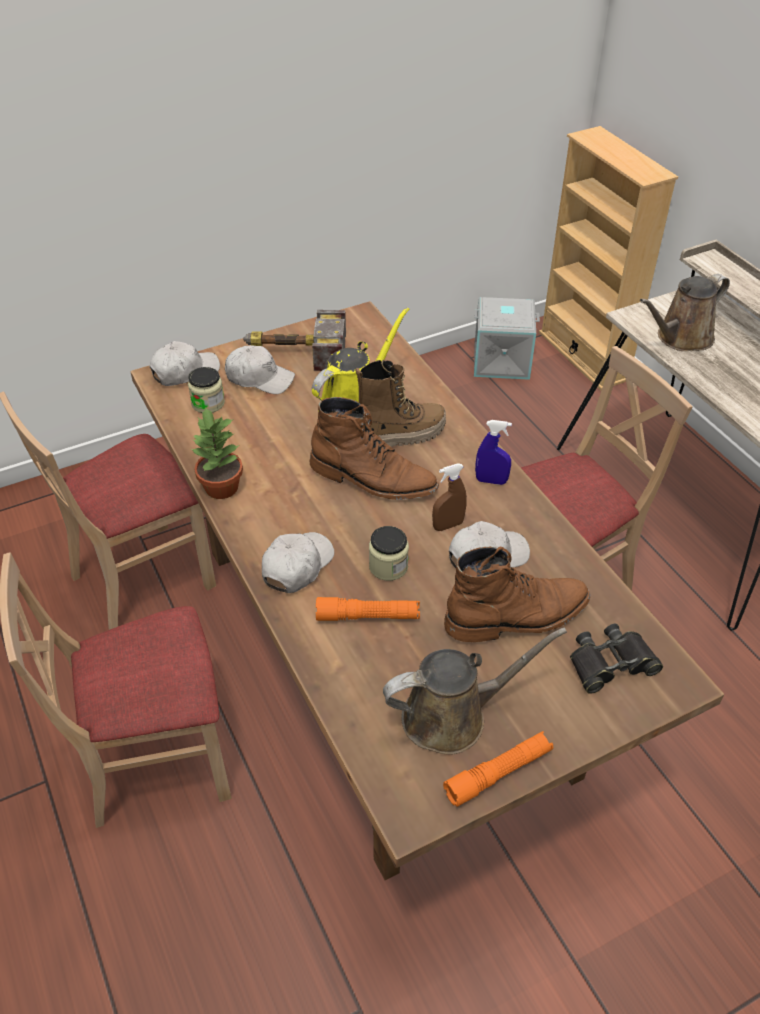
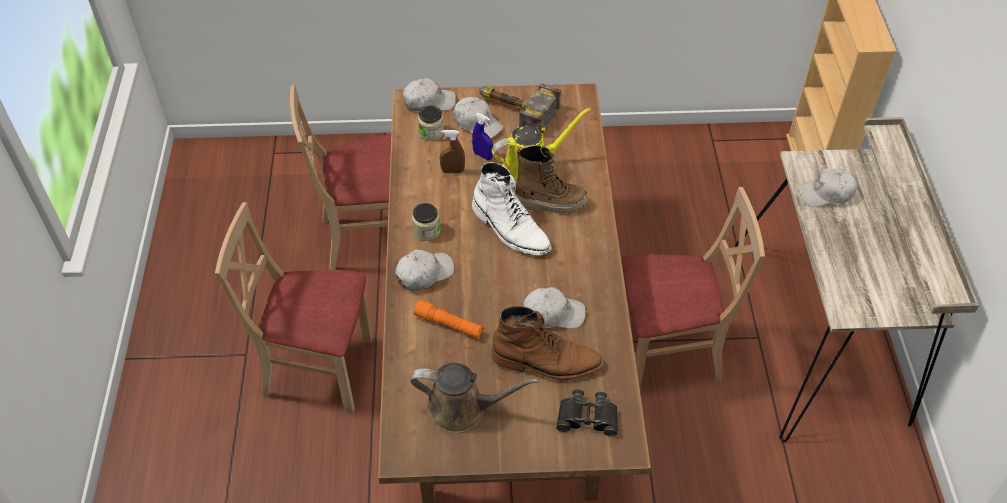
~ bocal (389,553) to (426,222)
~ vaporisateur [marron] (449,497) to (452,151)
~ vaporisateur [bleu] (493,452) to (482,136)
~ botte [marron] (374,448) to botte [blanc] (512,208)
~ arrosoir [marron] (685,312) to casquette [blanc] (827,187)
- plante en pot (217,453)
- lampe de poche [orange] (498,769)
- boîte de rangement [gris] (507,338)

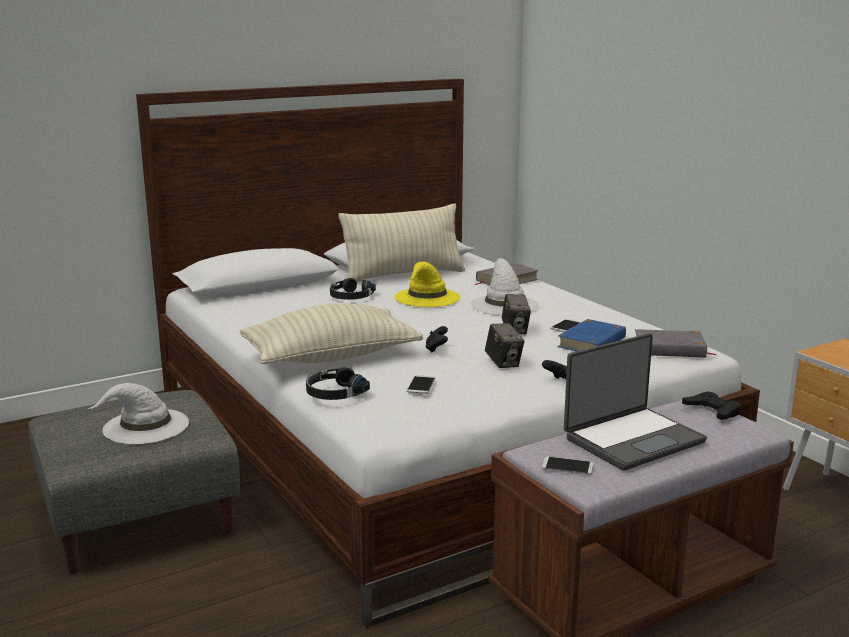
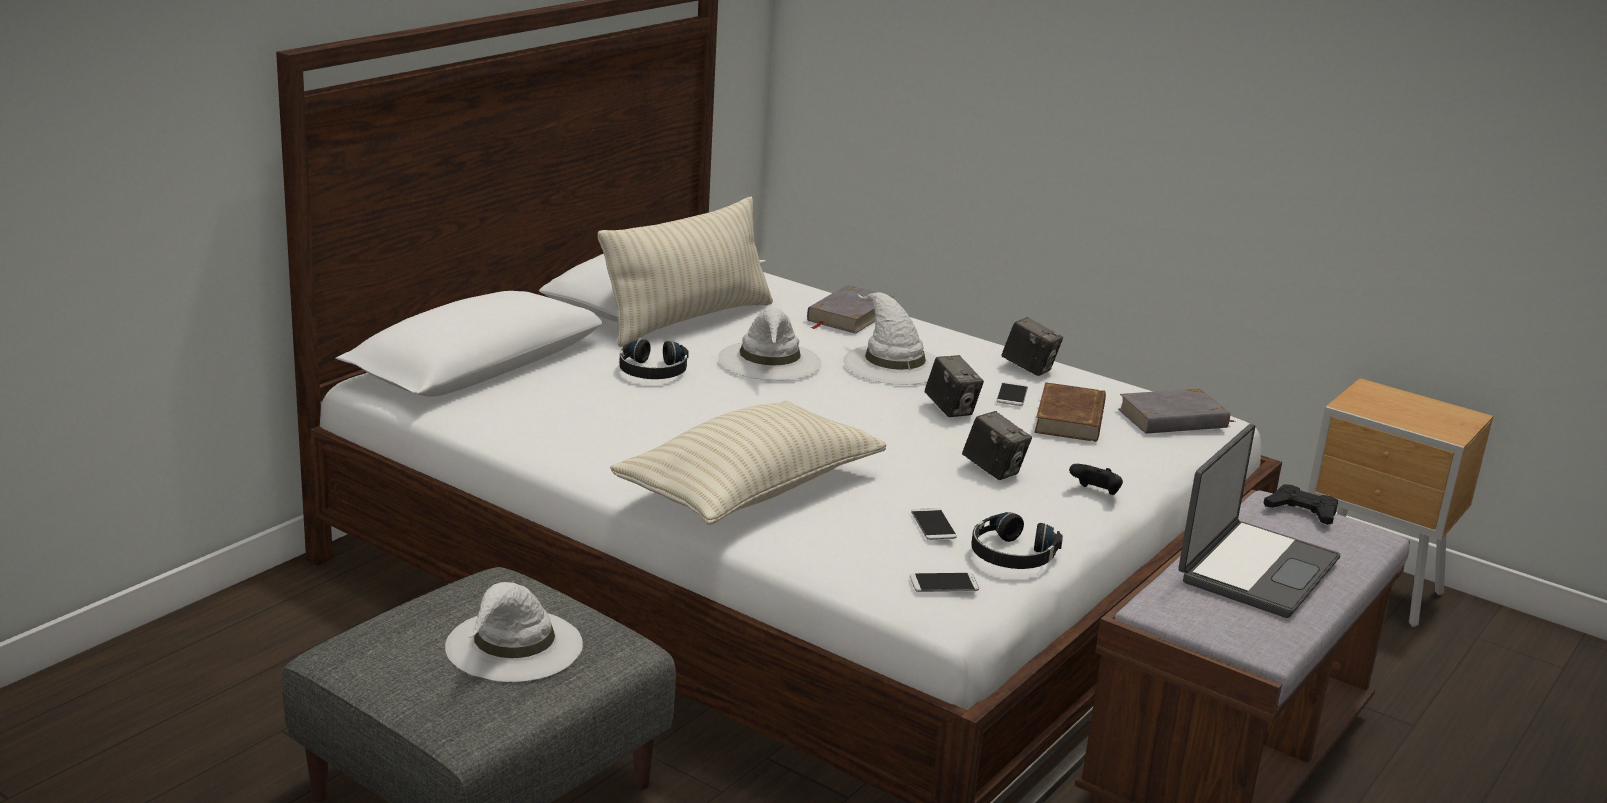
~ chapeau [jaune] (428,284) to chapeau [blanc] (769,344)
~ téléphone (568,466) to (944,582)
~ casque audio [noir] (338,383) to (1017,540)
+ appareil photo (1032,346)
~ livre [bleu] (591,335) to livre [marron] (1070,412)
- manette [noir] (437,339)

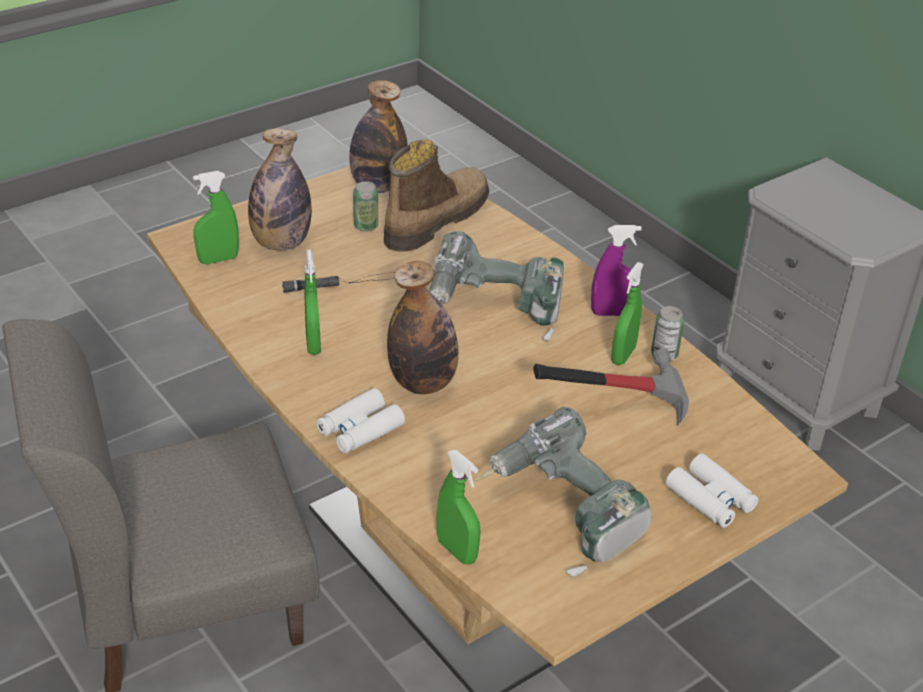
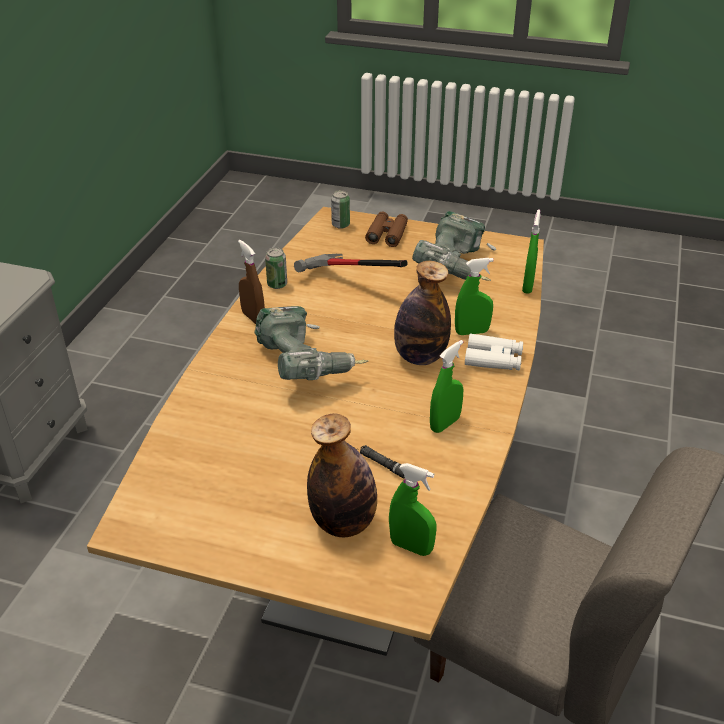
~ vaporisateur [violet] (616,270) to vaporisateur [marron] (251,282)
~ boîte métallique (365,206) to (340,209)
~ jumelles [blanc] (712,491) to jumelles [marron] (386,229)
~ vaporisateur [vert] (627,313) to (474,296)
- bouteille (378,136)
- botte (437,195)

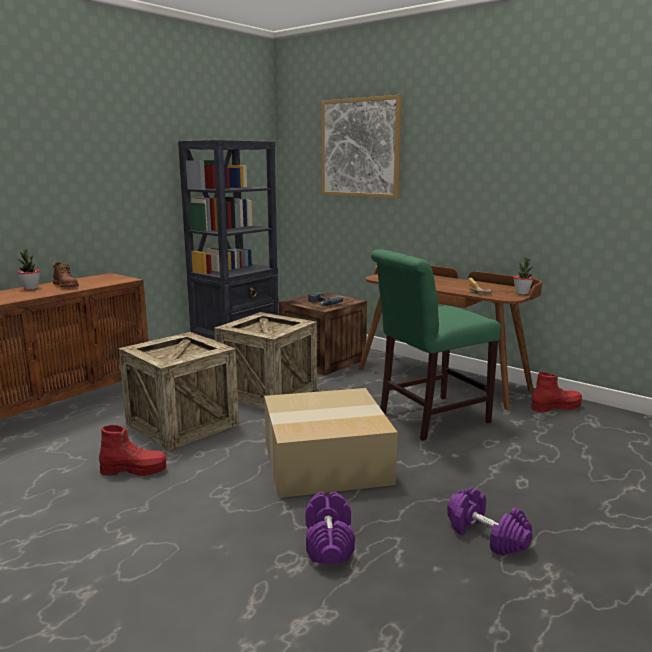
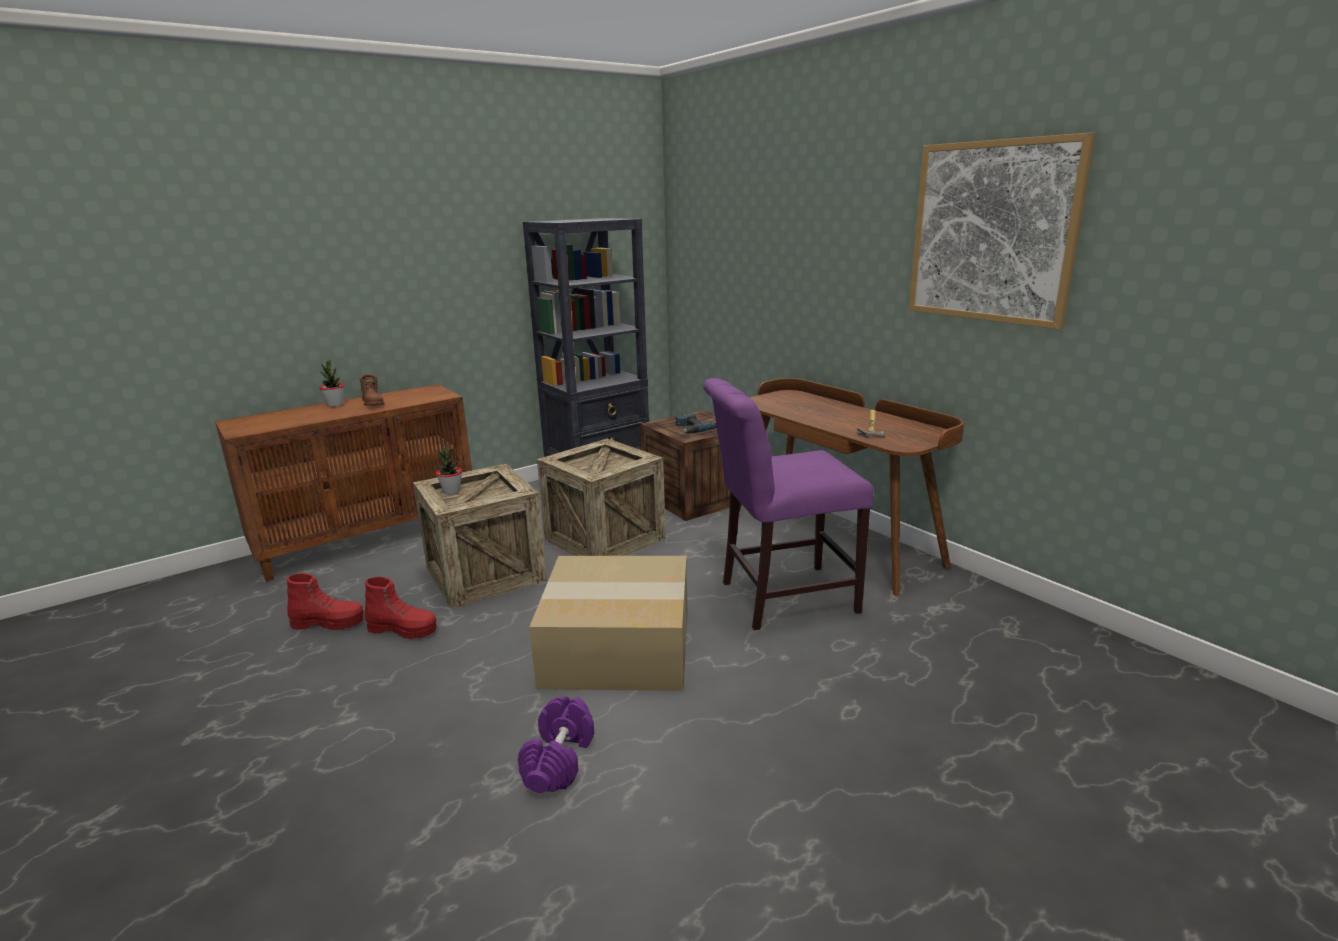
~ botte [rouge] (556,392) to (325,601)
~ plante en pot (524,276) to (449,470)
~ chaise [vert] (436,345) to chaise [violet] (788,504)
~ tableau (362,146) to (1002,230)
- haltère [violet] (490,522)

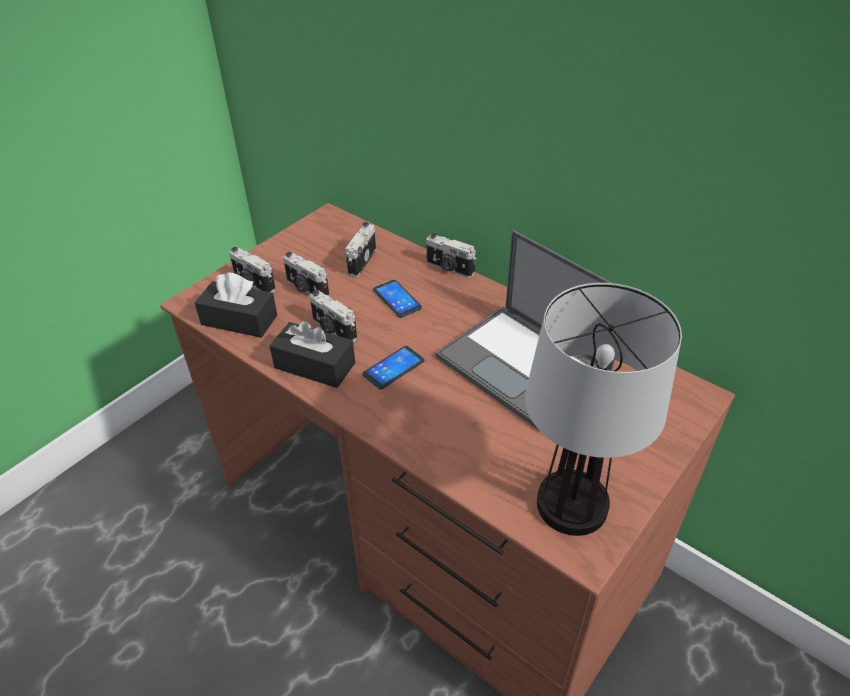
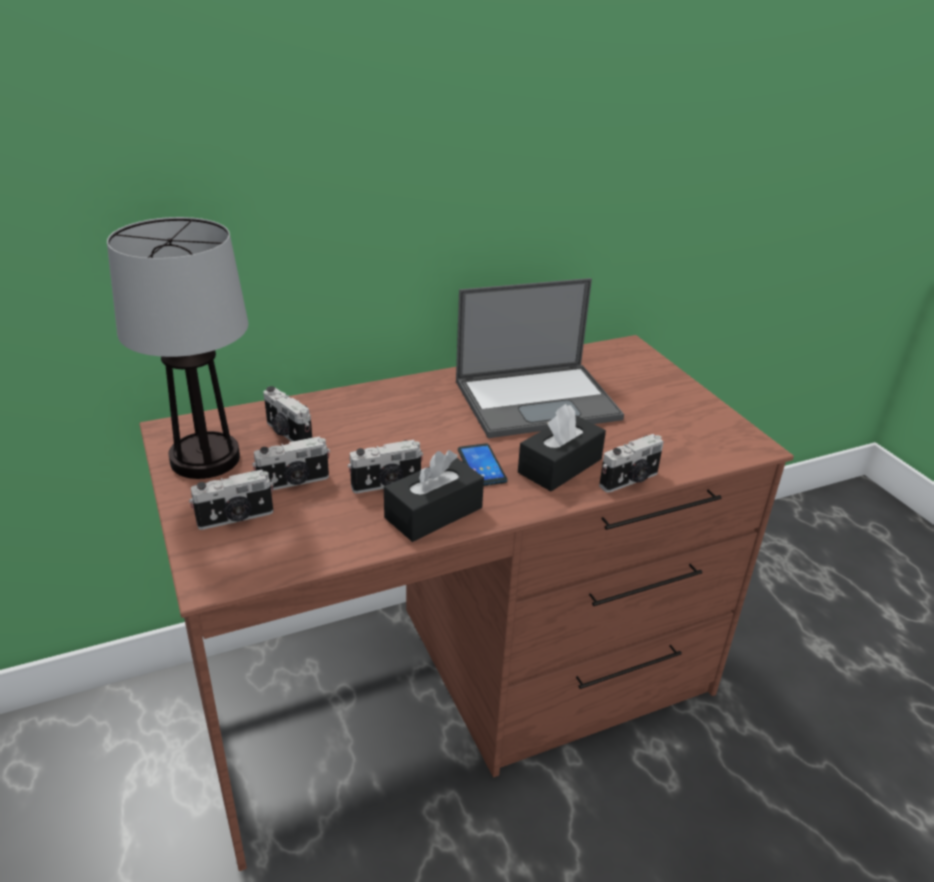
~ lampe de table (603,409) to (177,348)
~ boîte à mouchoirs [noir] (235,305) to (562,447)
~ appareil photo (451,255) to (631,463)
- téléphone (397,299)

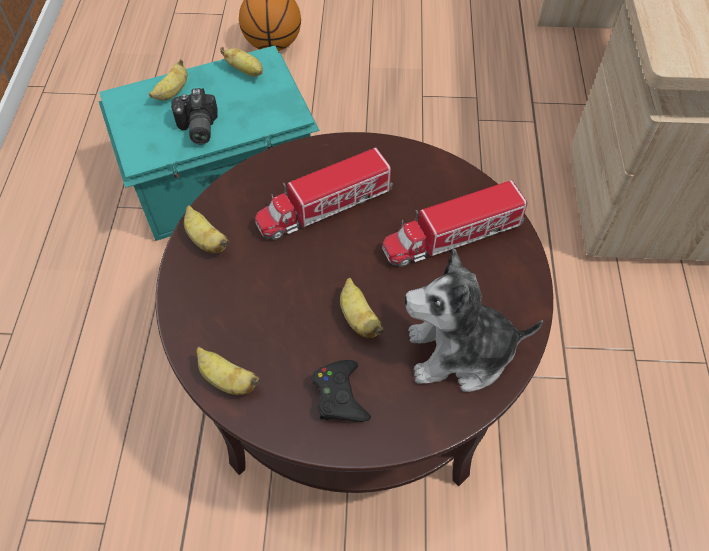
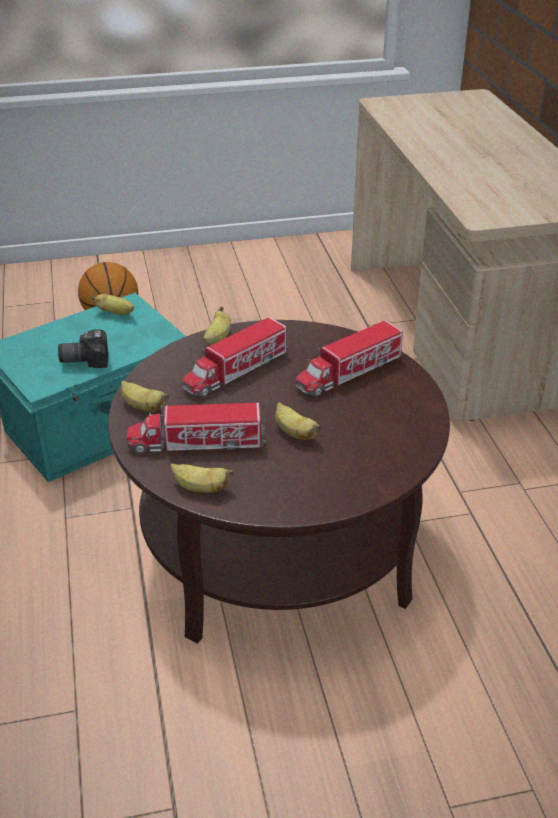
~ appareil photo (194,116) = (83,348) 105 degrees clockwise
+ camion jouet (196,428)
~ banane (168,80) to (217,326)
- manette [noir] (341,391)
- peluche (474,320)

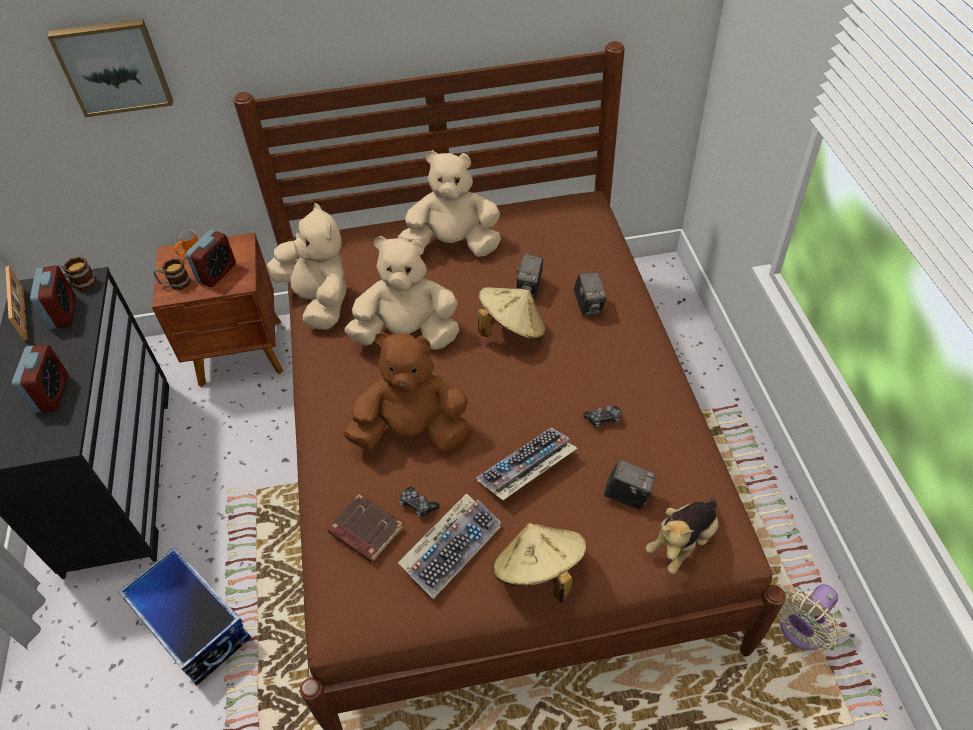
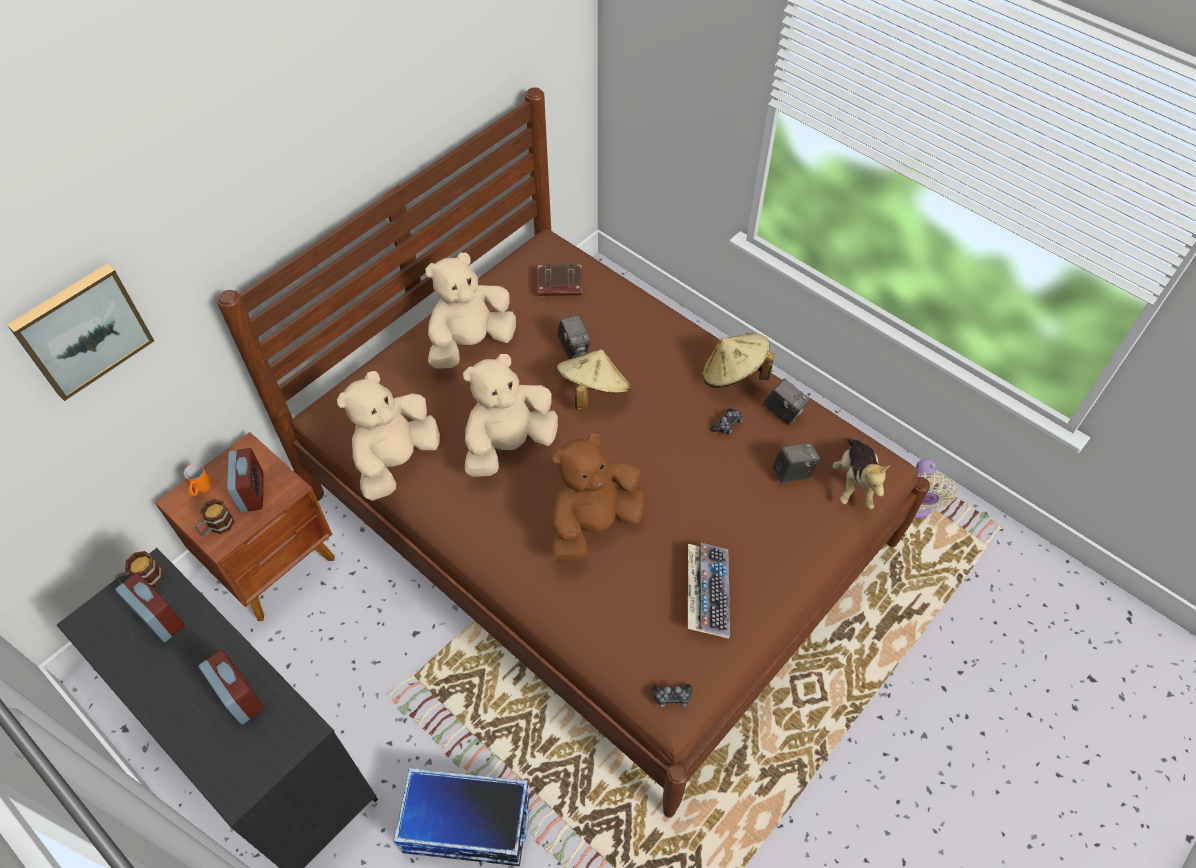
~ peluche [beige] (307,266) = (388,436) 75 degrees counterclockwise
~ livre [marron] (365,528) to (559,280)
~ manette (419,502) to (671,696)
~ chapeau [beige] (539,563) to (738,360)
~ appareil photo (590,293) to (786,402)
- cadre photo (17,303)
- clavier (527,463)

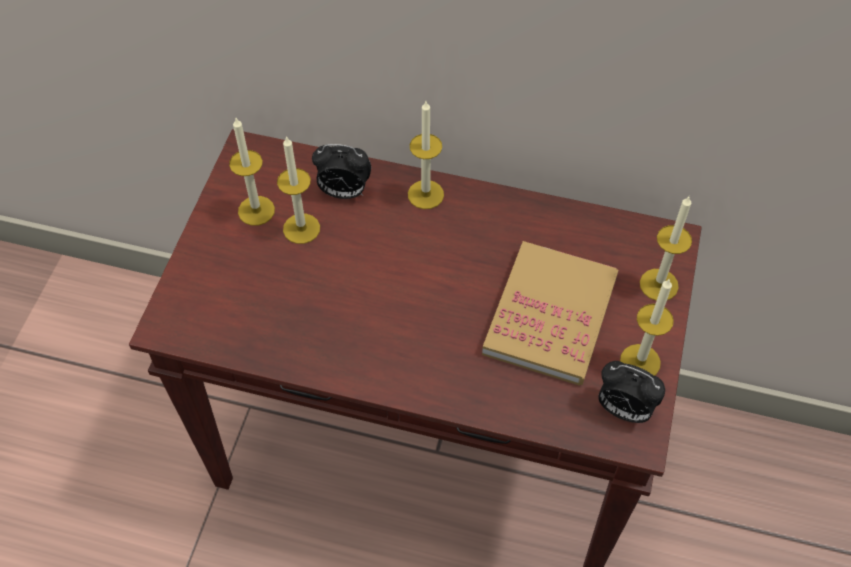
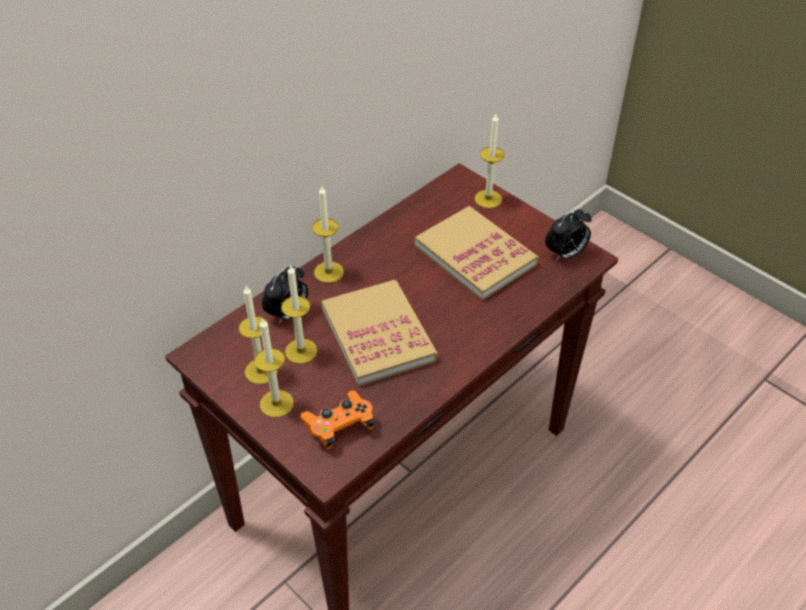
~ bougie (647,327) to (274,368)
+ manette [orange] (337,420)
+ livre (379,333)

